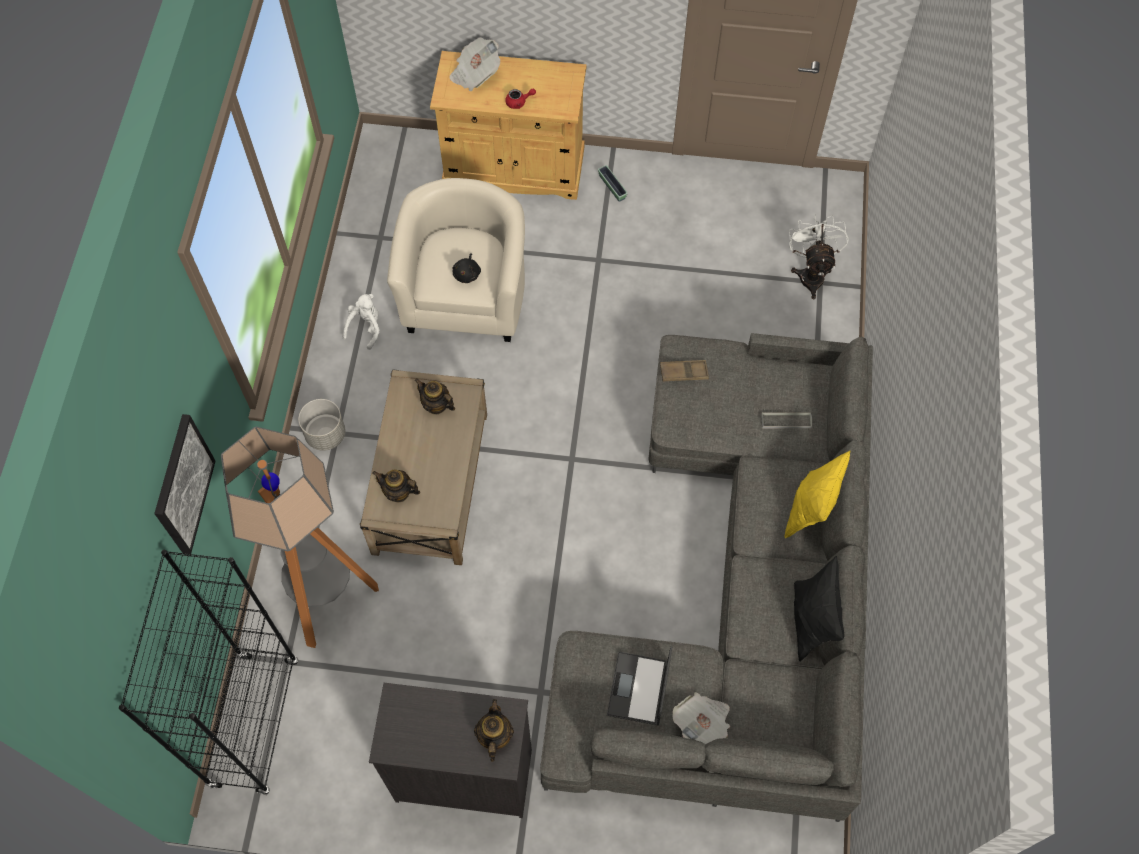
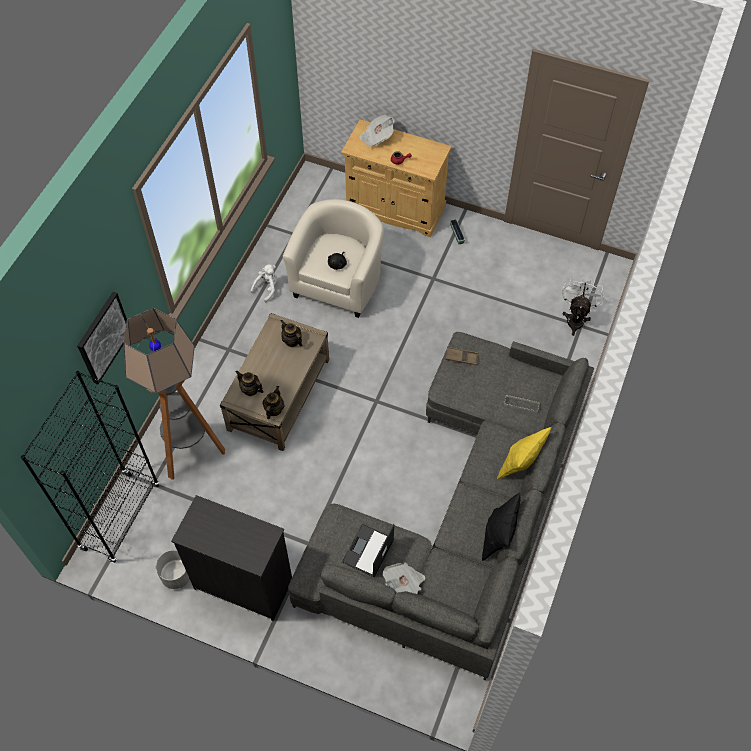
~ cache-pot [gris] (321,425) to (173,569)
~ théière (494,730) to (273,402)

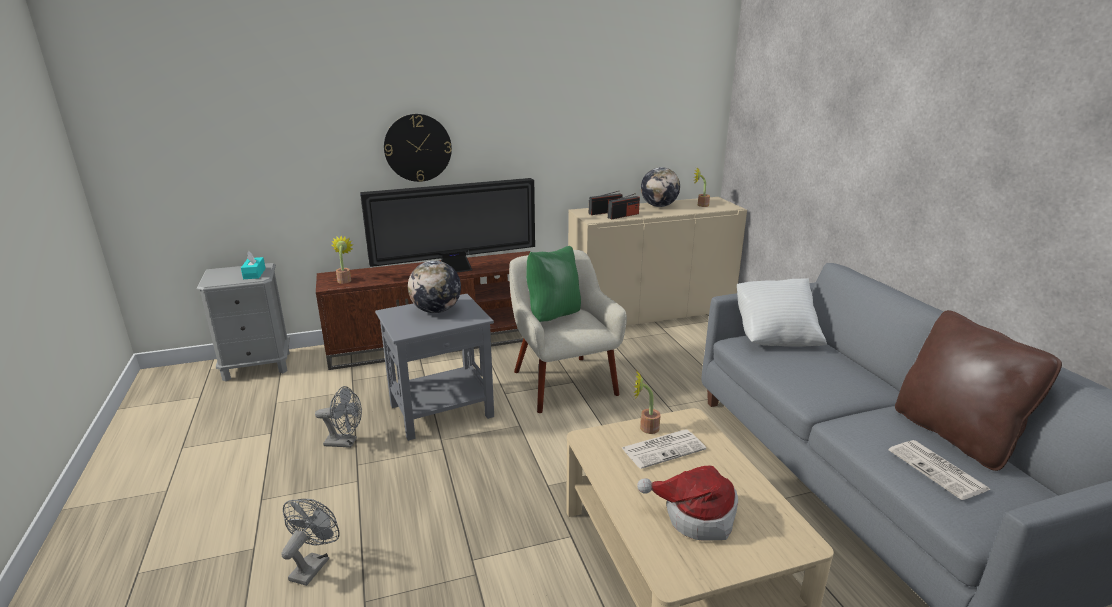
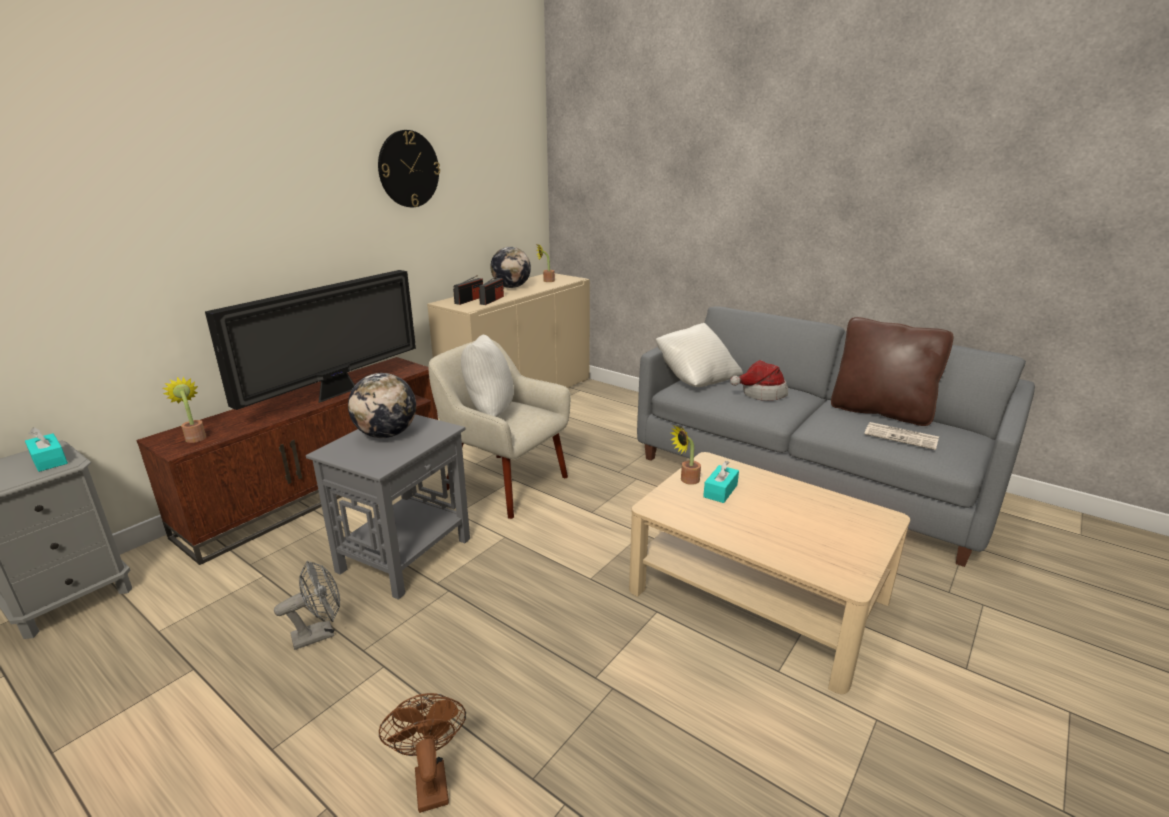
~ horloge murale (418,148) to (409,168)
~ ventilateur [gris] (310,542) to ventilateur [marron] (422,753)
~ coussin [vert] (553,284) to coussin [blanc] (487,376)
~ journal (664,449) to boîte à mouchoirs [turquoise] (721,482)
~ chapeau (687,503) to (759,380)

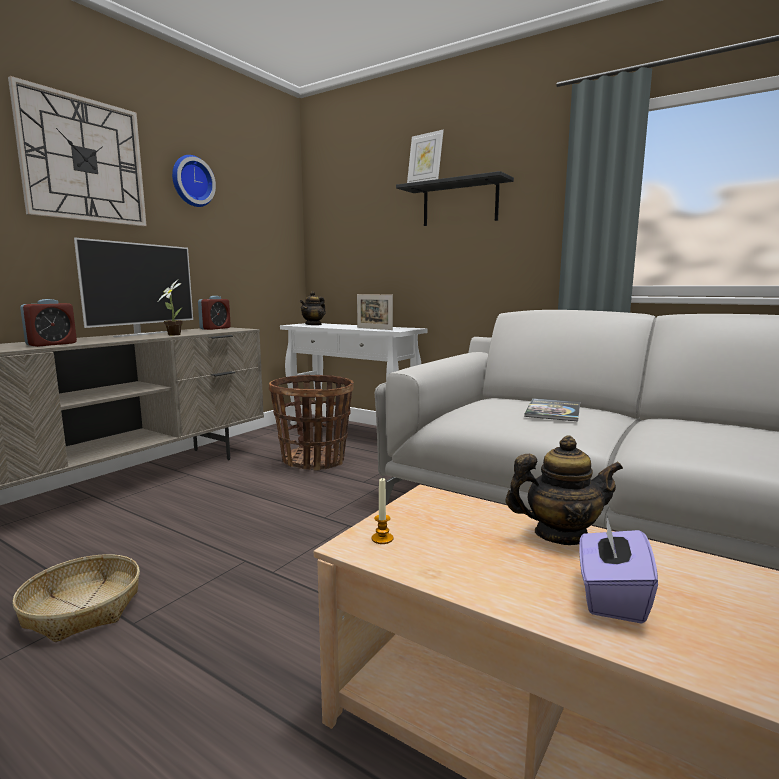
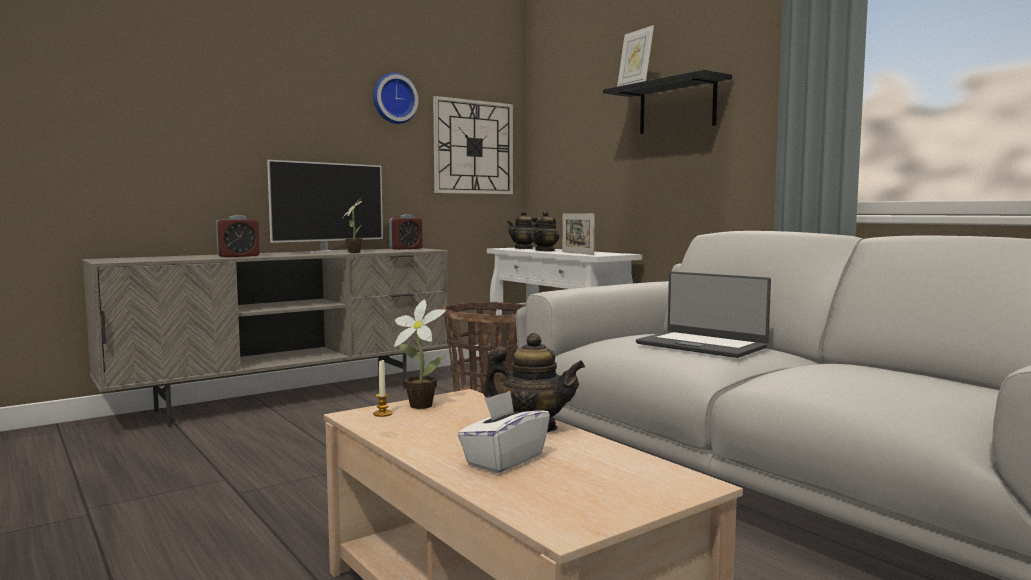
+ plante en pot (420,354)
~ horloge murale (77,151) to (473,145)
~ boîte à mouchoirs [violet] (618,570) to boîte à mouchoirs [blanc] (503,432)
+ théière (545,231)
~ livre (552,409) to ordinateur portable (703,314)
- panier (76,598)

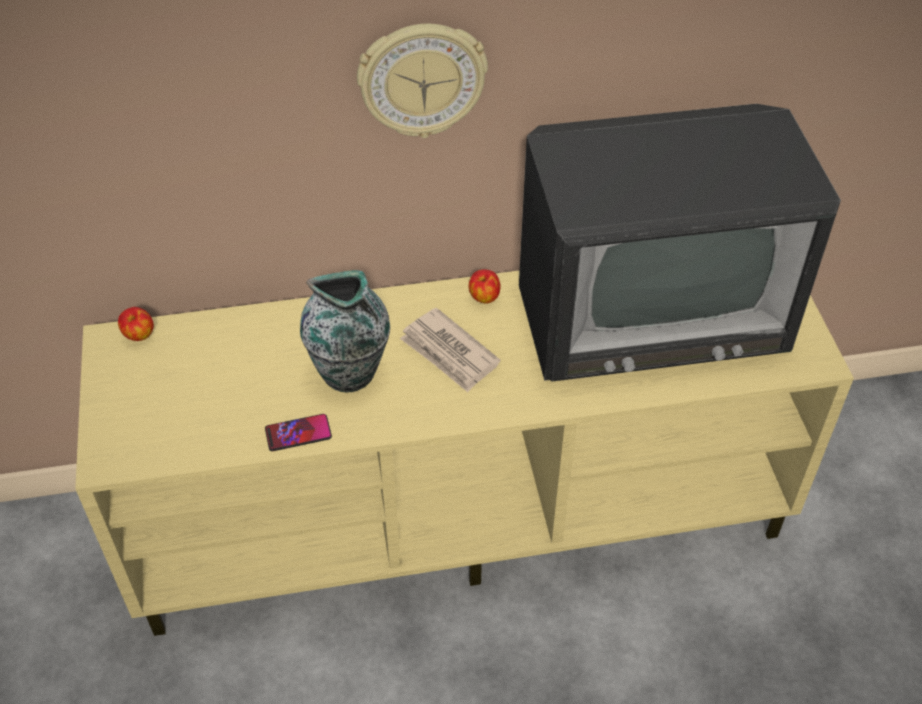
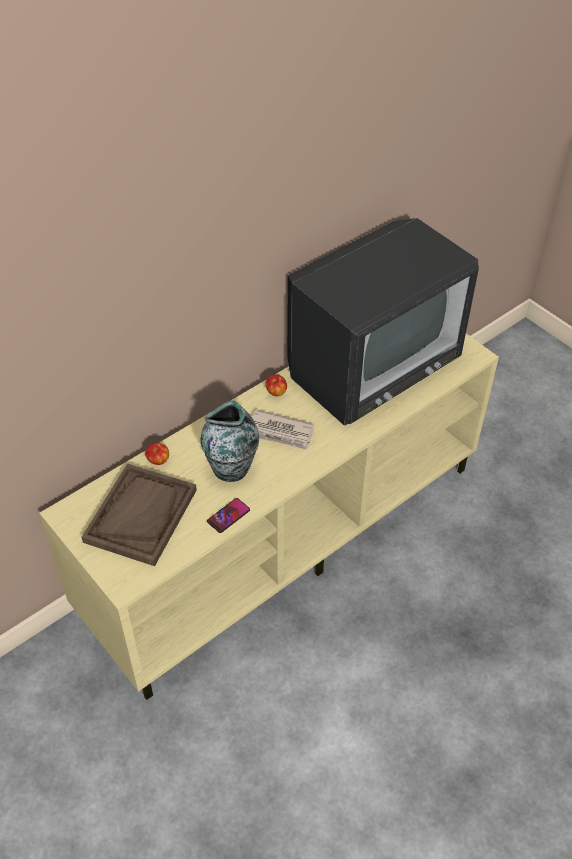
+ plateau [marron] (139,514)
~ pomme (136,324) to (157,454)
- horloge murale (422,81)

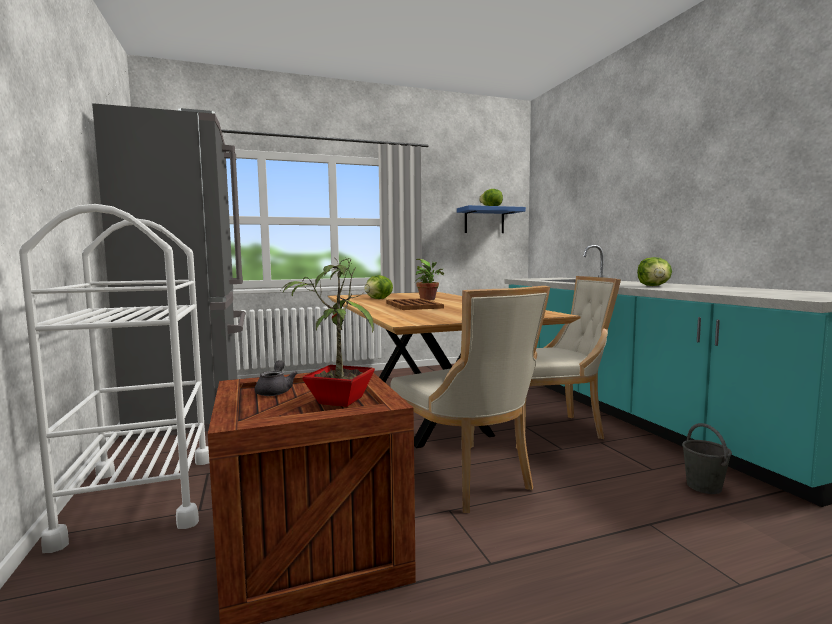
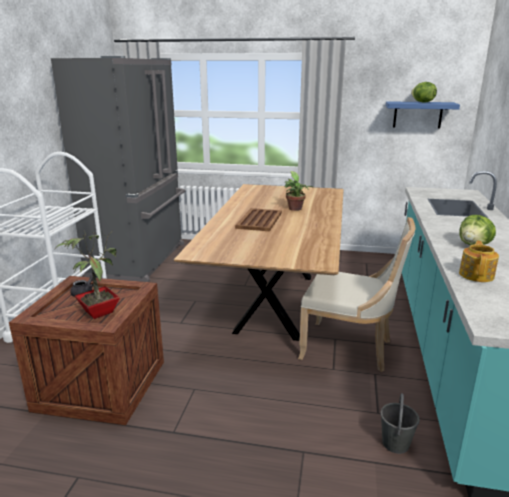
+ théière (479,261)
- laitue (378,287)
- chaise [beige] (470,399)

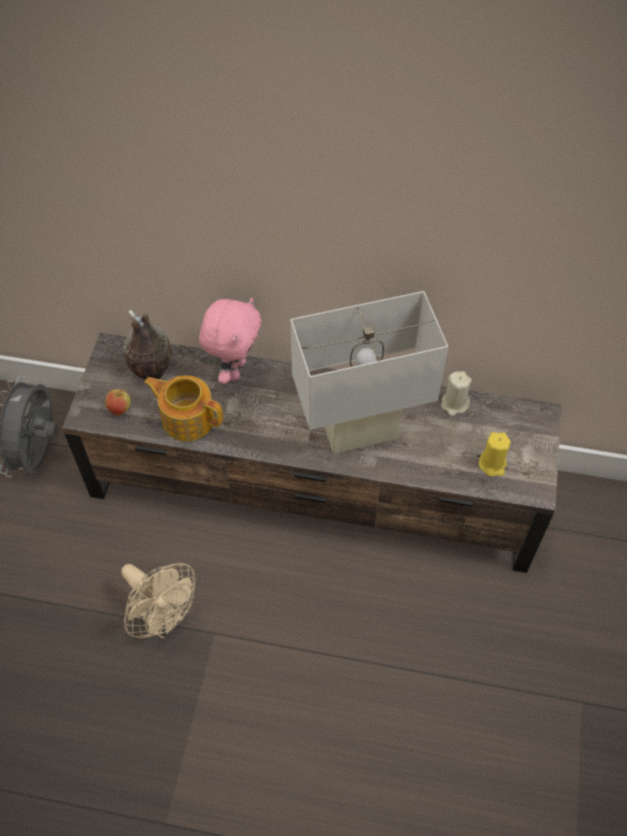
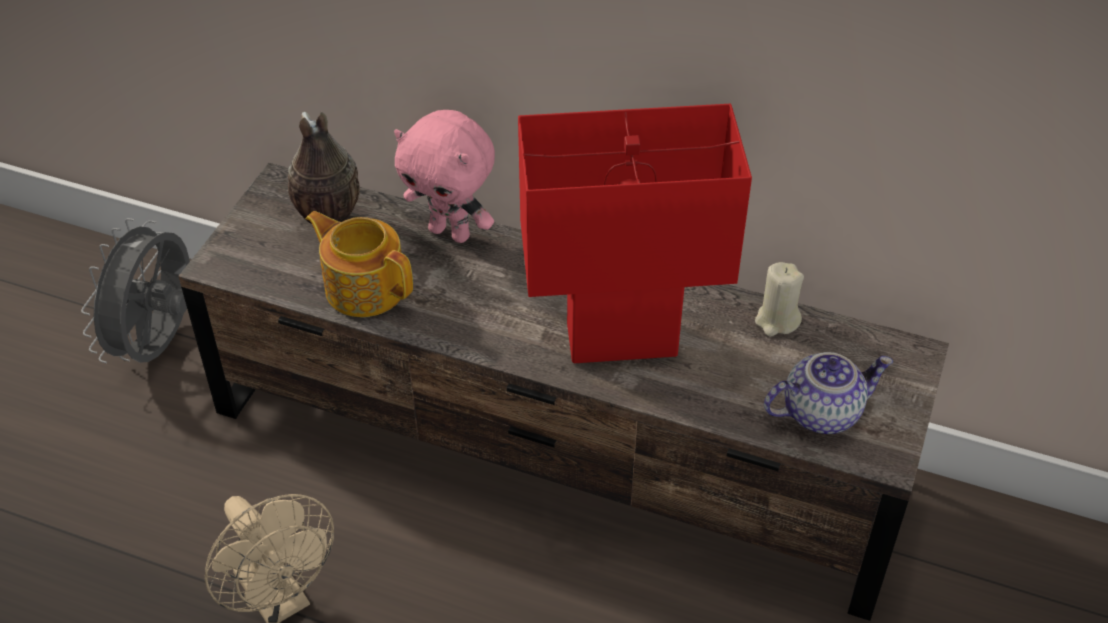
~ peluche [rose] (230,341) = (444,176) 90 degrees clockwise
~ lampe de table [blanc] (369,372) to lampe de table [rouge] (635,233)
~ bougie [jaune] (495,454) to théière (828,393)
- pomme (118,401)

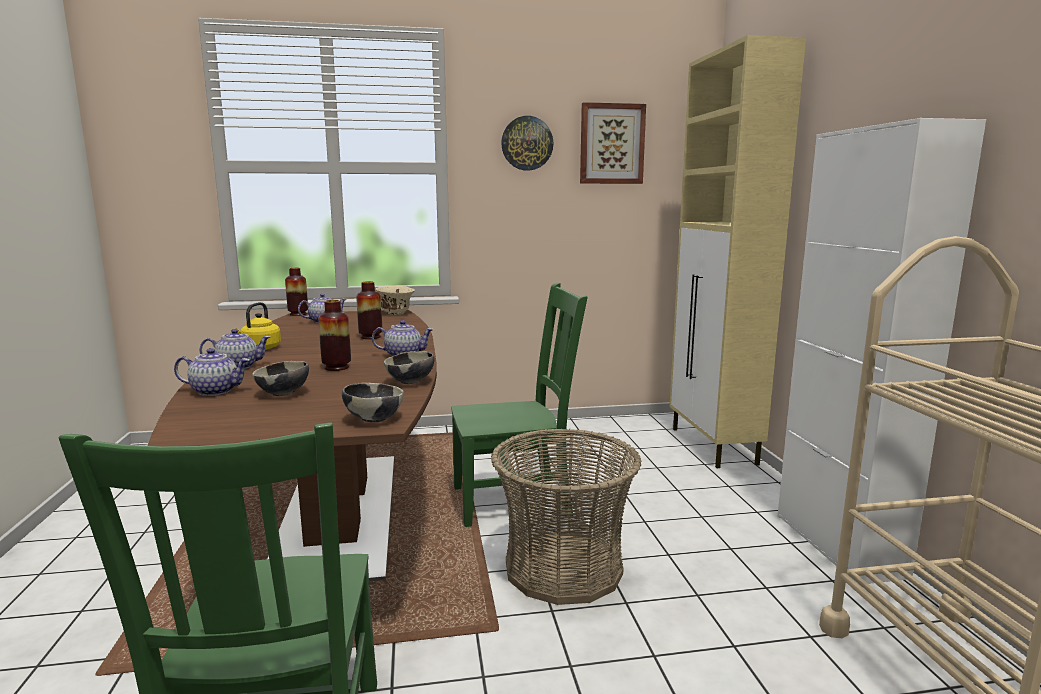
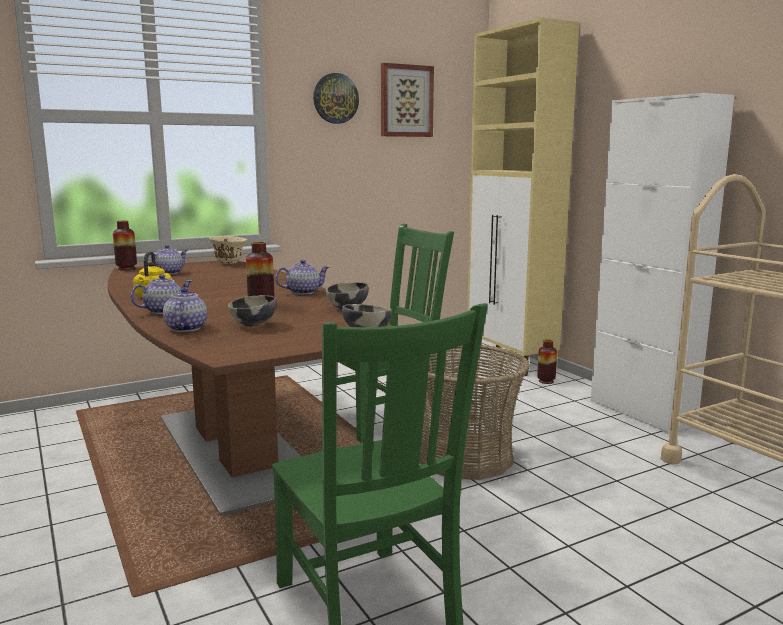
~ théière (212,372) = (185,310) 75 degrees counterclockwise
~ vase (369,310) to (547,362)

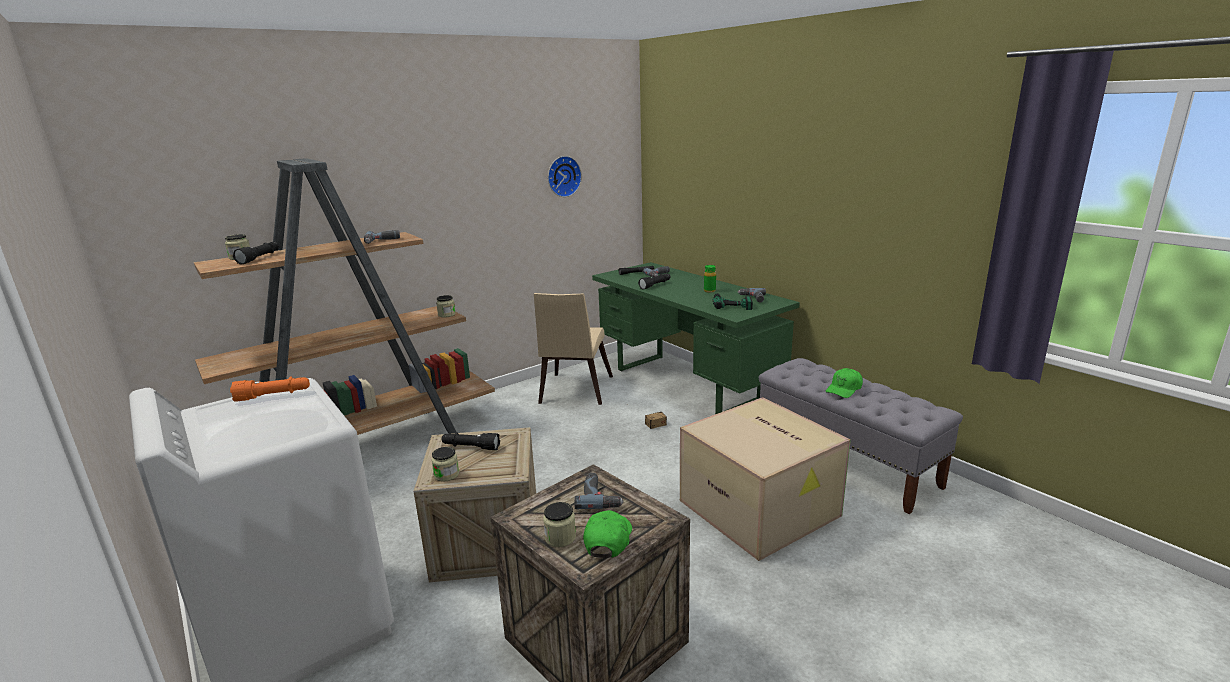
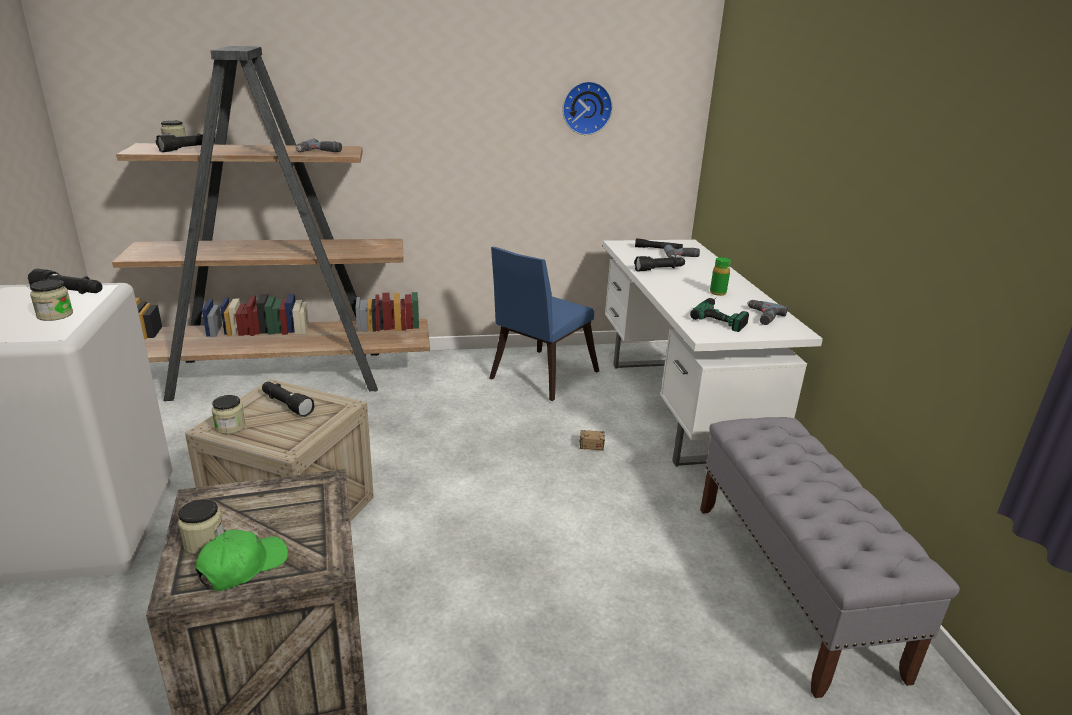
~ lampe de poche [orange] (270,389) to lampe de poche [noir] (65,281)
~ bocal (446,306) to (51,300)
~ chaise [beige] (573,349) to chaise [bleu] (544,324)
~ bureau [vert] (696,338) to bureau [blanc] (713,353)
- perceuse (599,491)
- carton (765,479)
- casquette [vert] (844,383)

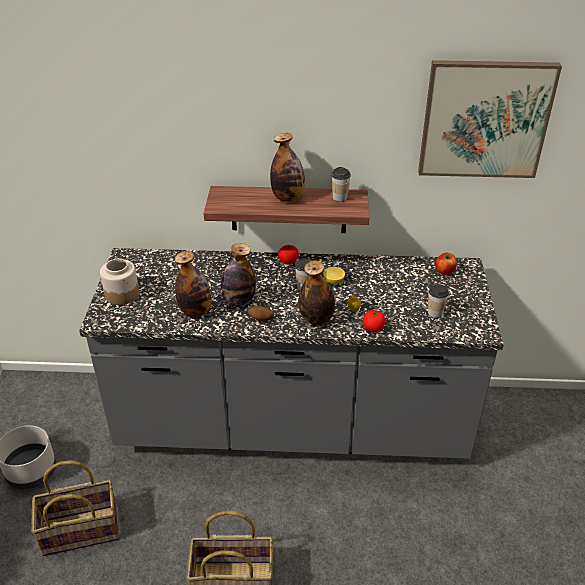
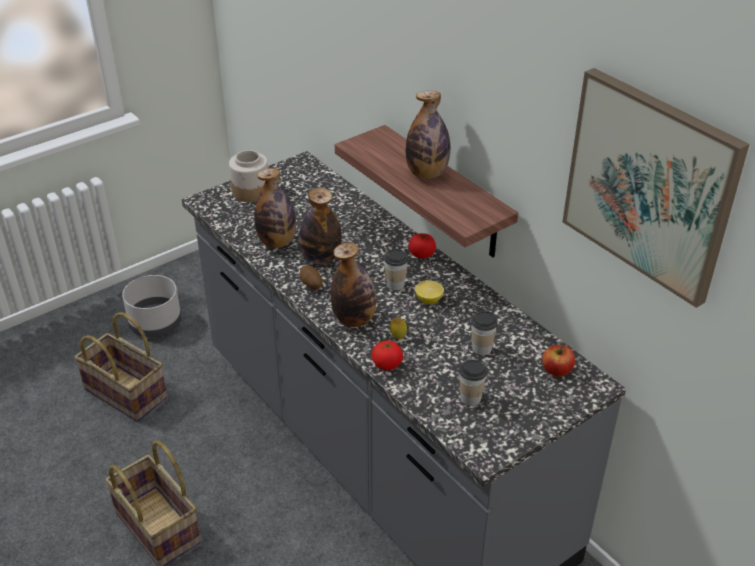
~ tasse (341,184) to (484,333)

